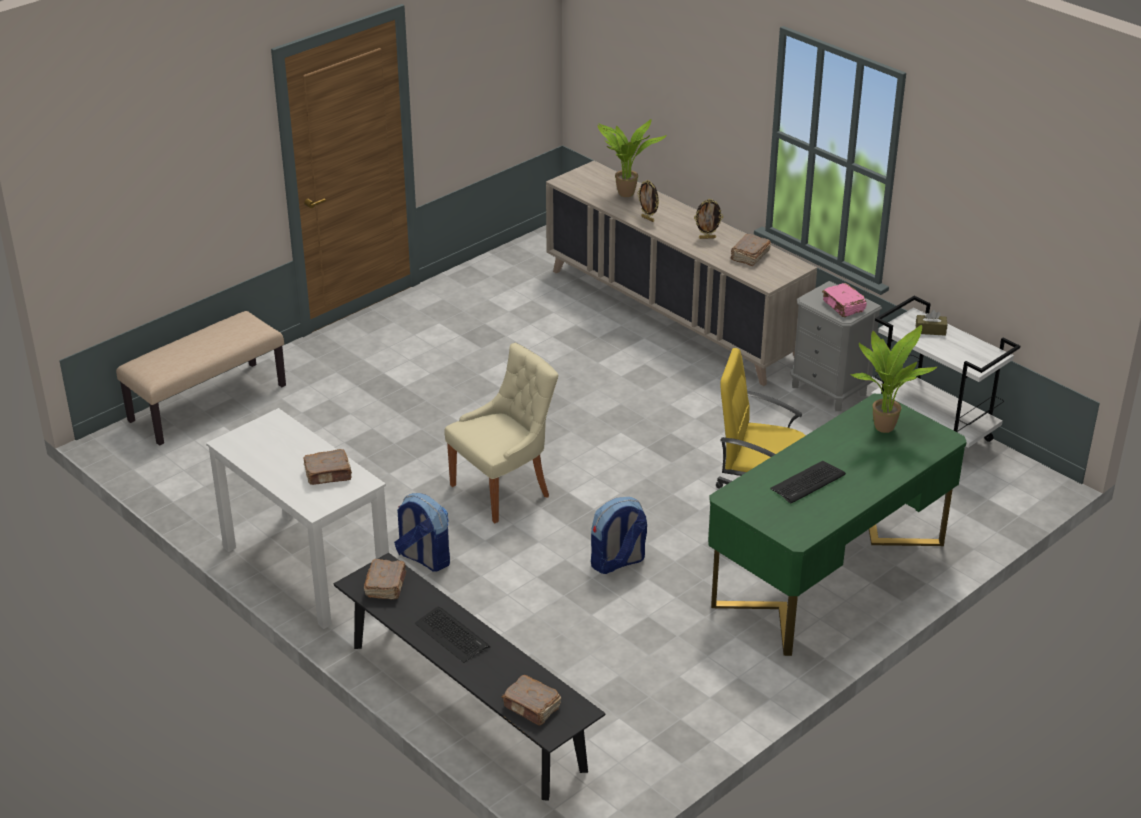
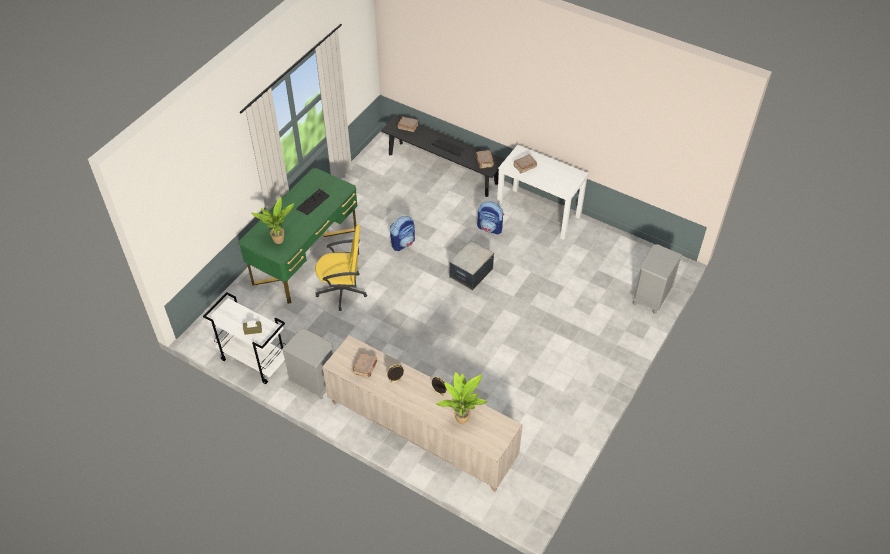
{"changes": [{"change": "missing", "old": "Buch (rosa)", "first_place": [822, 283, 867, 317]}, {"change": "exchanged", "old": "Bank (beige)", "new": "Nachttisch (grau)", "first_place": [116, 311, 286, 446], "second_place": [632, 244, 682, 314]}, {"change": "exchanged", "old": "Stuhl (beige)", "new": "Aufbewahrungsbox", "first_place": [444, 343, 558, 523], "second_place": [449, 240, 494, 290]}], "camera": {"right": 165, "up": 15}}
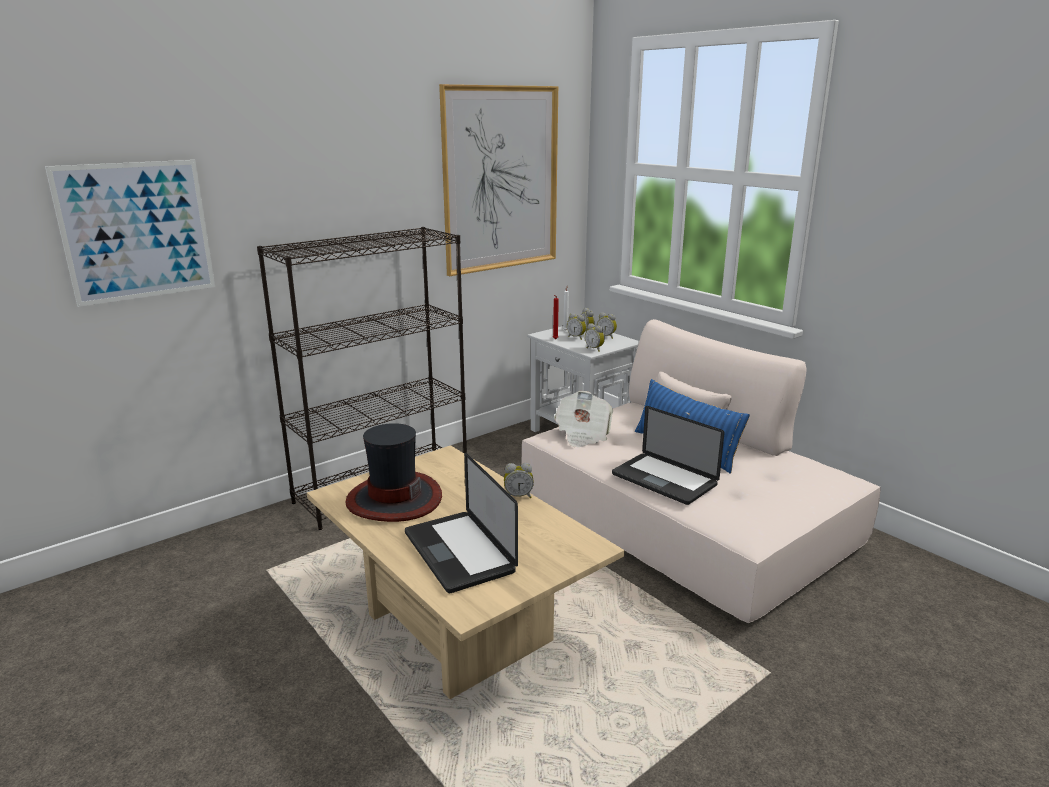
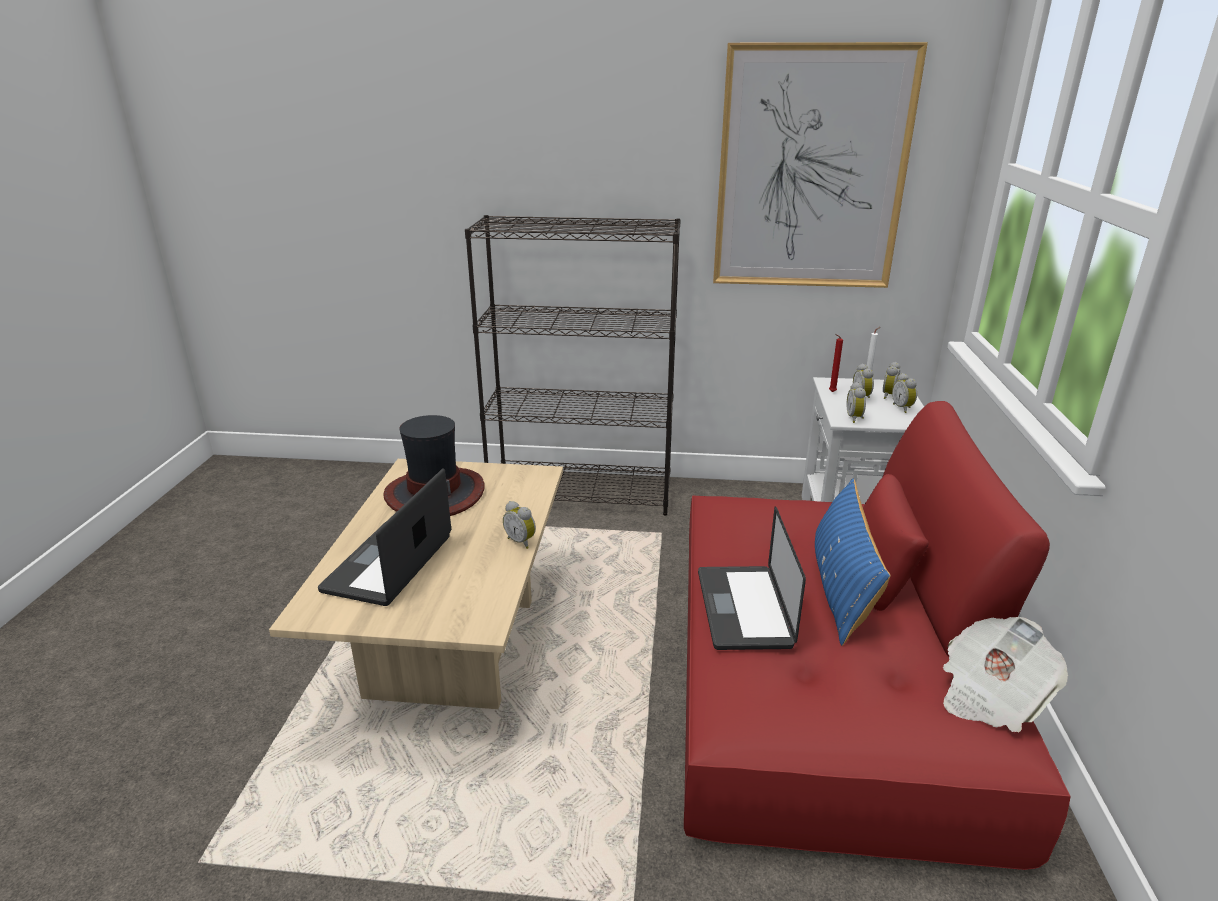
{"changes": [{"change": "missing", "old": "Bild", "first_place": [45, 160, 215, 307]}, {"change": "colour", "old": "Sofa (beige)", "new": "Sofa (rot)", "first_place": [521, 319, 881, 623], "second_place": [684, 401, 1070, 870]}, {"change": "relocated", "old": "Zeitung", "first_place": [554, 391, 613, 447], "second_place": [943, 617, 1068, 732]}], "camera": {"right": 45, "up": 5}}
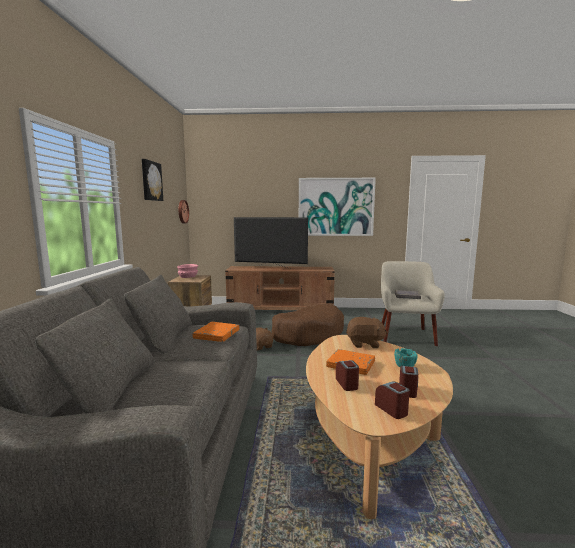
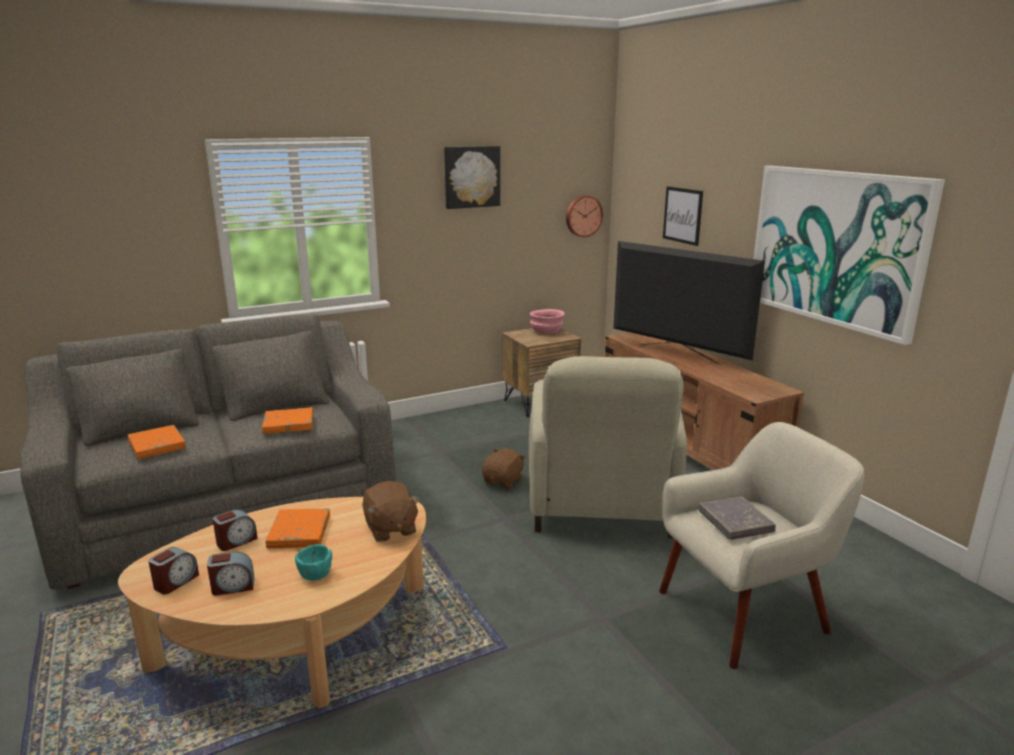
{"changes": [{"change": "spun", "old": "Fernseher", "first_place": [234, 217, 308, 269], "second_place": [613, 241, 765, 366], "degrees": 150}, {"change": "exchanged", "old": "Hundebett (braun)", "new": "Sessel (beige)", "first_place": [271, 304, 344, 346], "second_place": [529, 356, 687, 538]}, {"change": "appeared", "new": "Bild", "second_place": [663, 187, 703, 246]}, {"change": "appeared", "new": "Buch (orange)", "second_place": [128, 425, 186, 459]}], "camera": {"right": 60, "up": 10}}
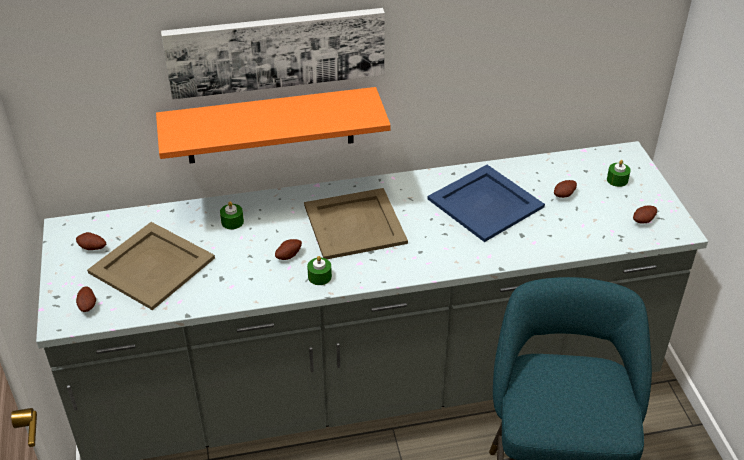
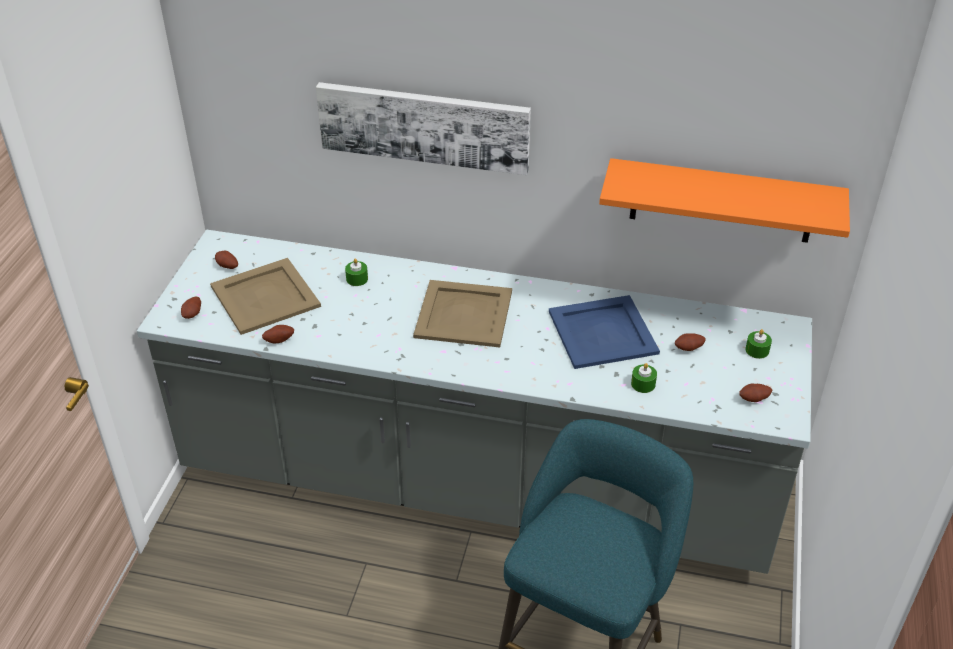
{"changes": [{"change": "relocated", "old": "Wandregal (orange)", "first_place": [156, 87, 391, 163], "second_place": [599, 158, 850, 243]}, {"change": "relocated", "old": "Kartoffel", "first_place": [275, 239, 302, 260], "second_place": [262, 325, 294, 343]}, {"change": "relocated", "old": "Kerze (grün)", "first_place": [307, 256, 332, 285], "second_place": [631, 363, 657, 393]}], "camera": {"right": 25, "up": 0}}
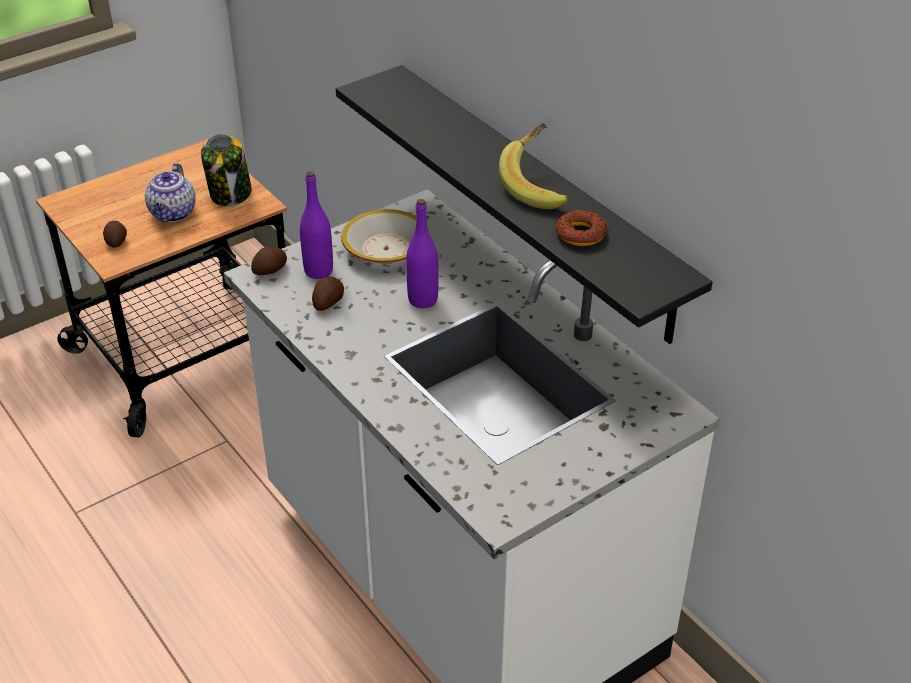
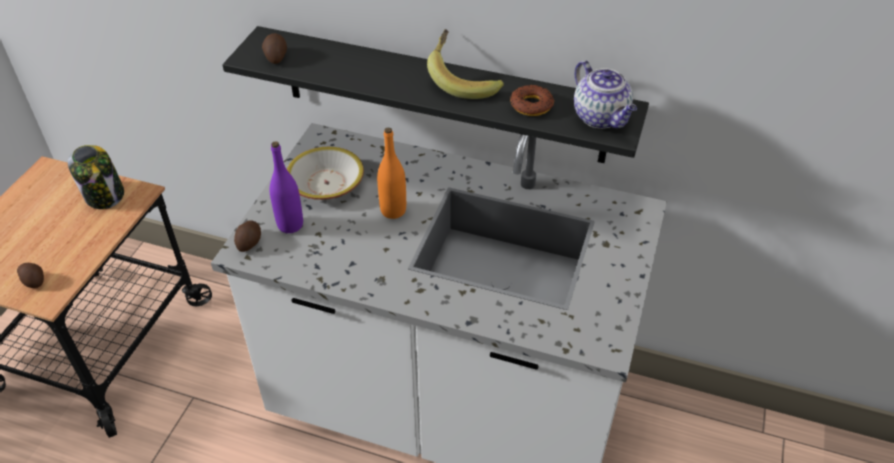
{"changes": [{"change": "relocated", "old": "Teekanne", "first_place": [145, 163, 196, 222], "second_place": [574, 60, 637, 129]}, {"change": "colour", "old": "Flasche (lila)", "new": "Flasche (orange)", "first_place": [406, 199, 438, 308], "second_place": [377, 127, 406, 219]}, {"change": "relocated", "old": "Kartoffel", "first_place": [312, 277, 344, 311], "second_place": [262, 33, 287, 64]}], "camera": {"right": -35, "up": 5}}
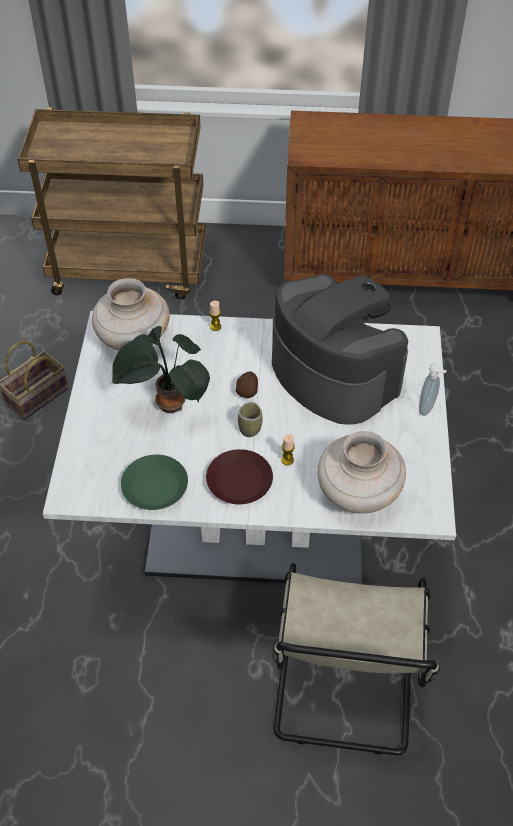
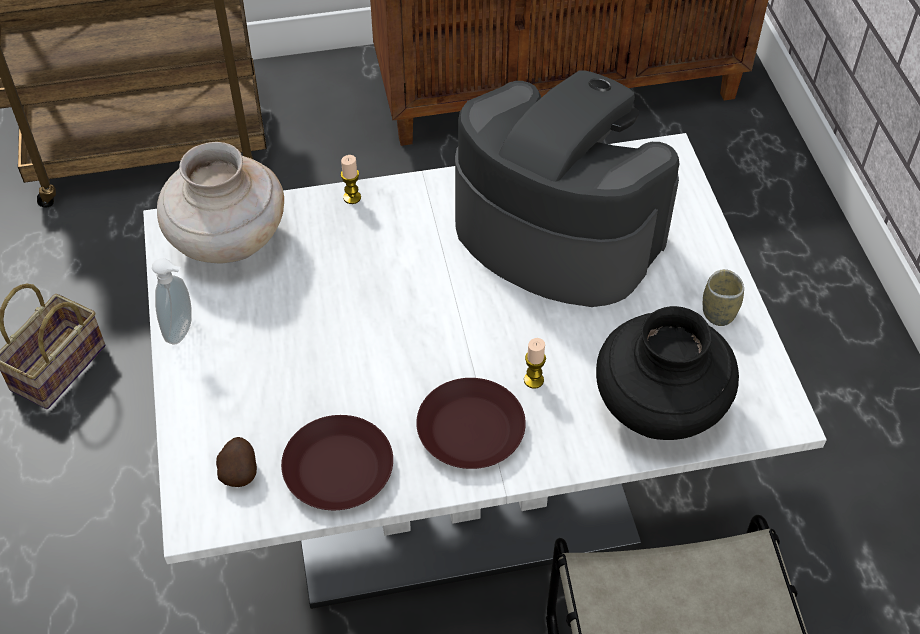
{"changes": [{"change": "missing", "old": "Topfpflanze", "first_place": [112, 326, 210, 413]}, {"change": "relocated", "old": "Seifenspender", "first_place": [419, 363, 447, 416], "second_place": [152, 258, 192, 345]}, {"change": "relocated", "old": "Kartoffel", "first_place": [236, 372, 258, 398], "second_place": [216, 437, 257, 487]}, {"change": "relocated", "old": "Tasse", "first_place": [238, 402, 263, 437], "second_place": [703, 269, 744, 326]}, {"change": "colour", "old": "Vase (beige)", "new": "Vase (schwarz)", "first_place": [317, 431, 406, 514], "second_place": [596, 306, 739, 440]}, {"change": "colour", "old": "Teller (grün)", "new": "Teller (braun)", "first_place": [121, 455, 188, 510], "second_place": [281, 415, 393, 510]}], "camera": {"right": -15, "up": 0}}
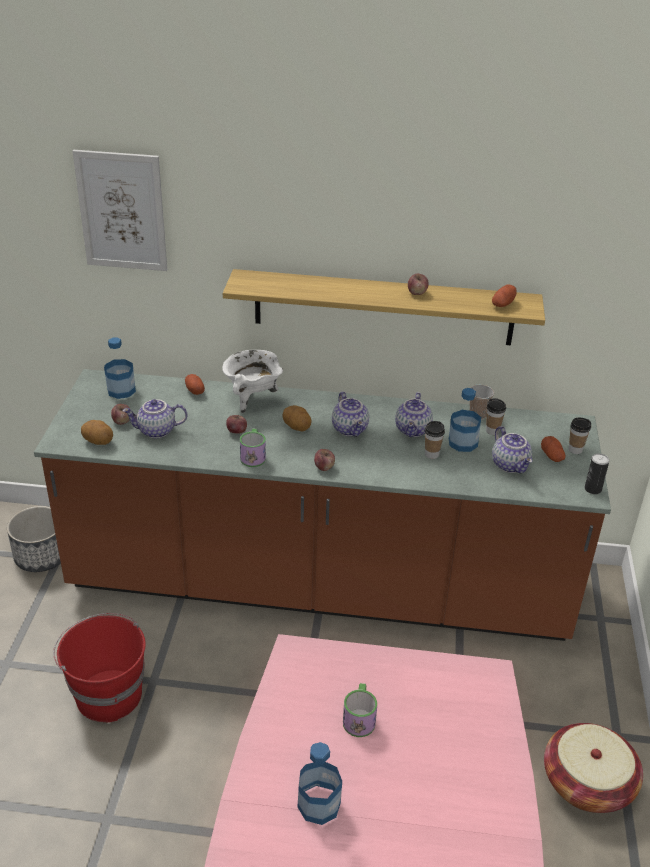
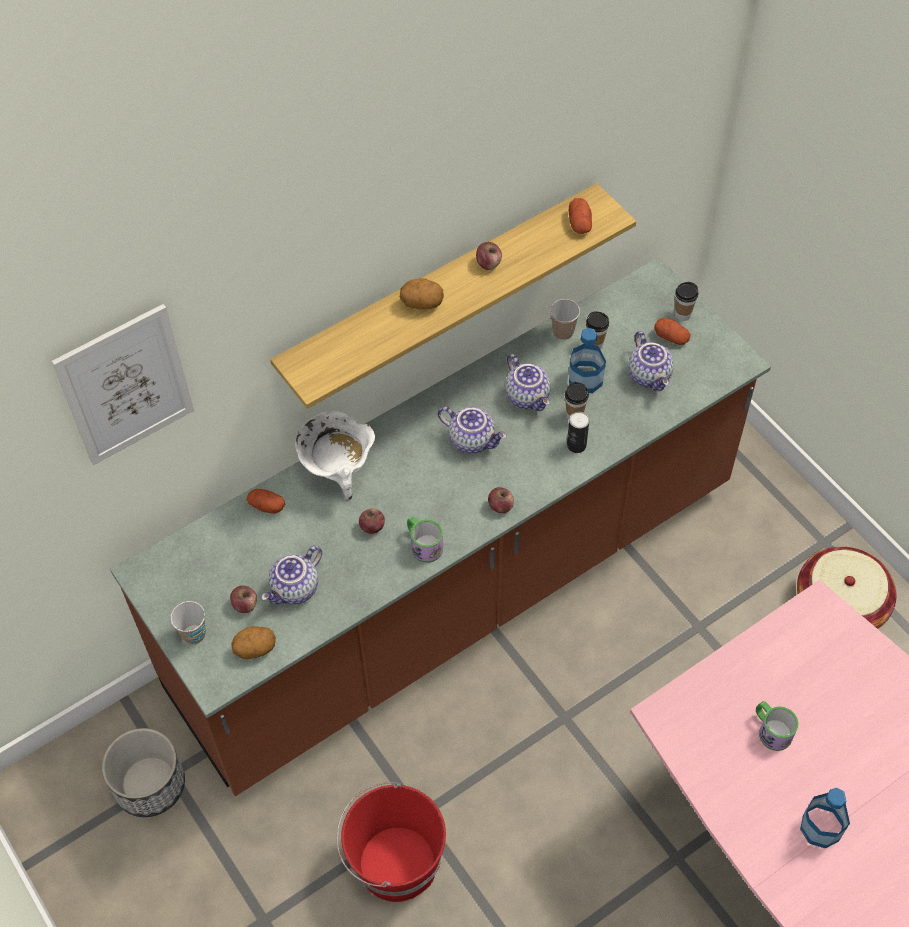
{"changes": [{"change": "missing", "old": "Flasche", "first_place": [104, 337, 136, 399]}, {"change": "relocated", "old": "Kartoffel", "first_place": [282, 405, 311, 431], "second_place": [399, 278, 444, 310]}, {"change": "spun", "old": "Teekanne", "first_place": [492, 426, 533, 473], "second_place": [628, 331, 674, 391], "degrees": 45}, {"change": "relocated", "old": "Dose", "first_place": [585, 453, 609, 494], "second_place": [567, 412, 589, 453]}, {"change": "appeared", "new": "Tasse", "second_place": [171, 601, 206, 644]}], "camera": {"right": -40, "up": 20}}
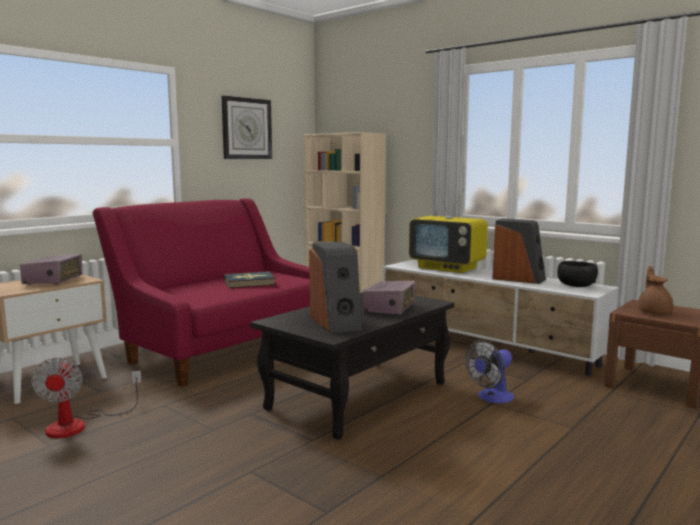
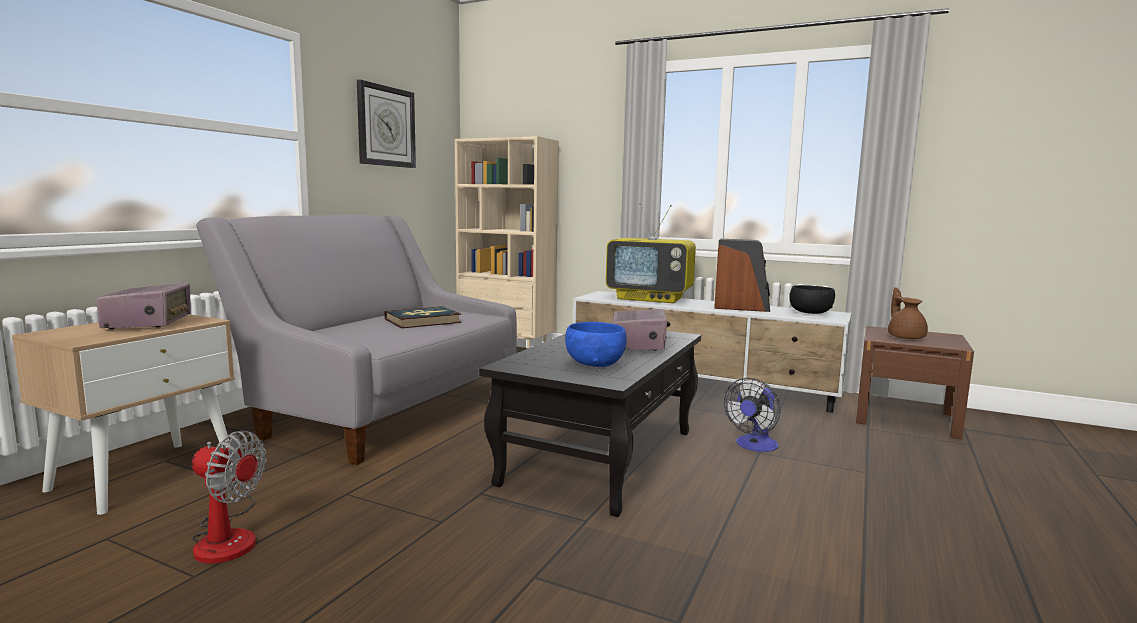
{"changes": [{"change": "colour", "old": "Sofa (rot)", "new": "Sofa (grau)", "first_place": [93, 198, 310, 387], "second_place": [196, 215, 517, 465]}, {"change": "exchanged", "old": "Lautsprecher", "new": "Schüssel (blau)", "first_place": [309, 242, 362, 333], "second_place": [565, 322, 627, 367]}, {"change": "spun", "old": "Ventilator", "first_place": [31, 357, 142, 438], "second_place": [192, 431, 266, 564], "degrees": -45}], "camera": {"right": -15, "up": 0}}
